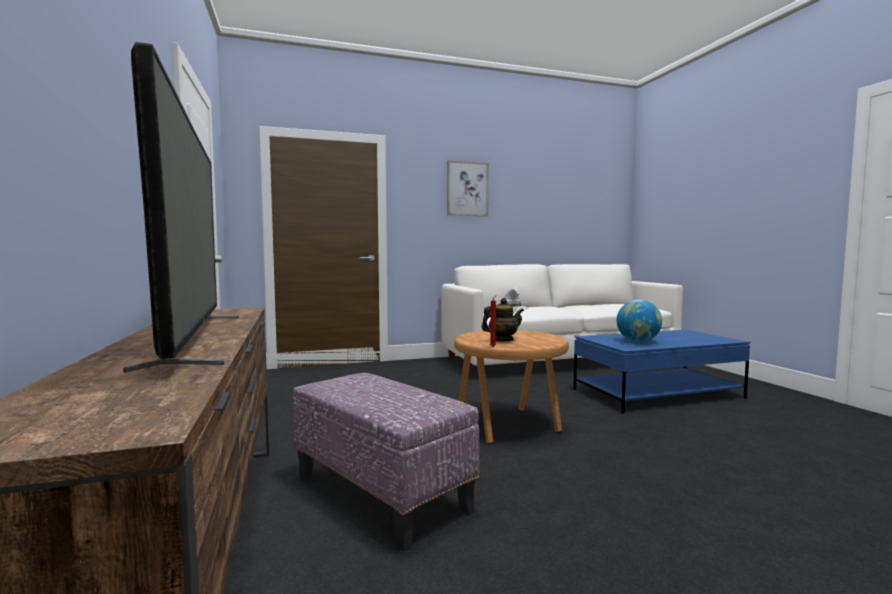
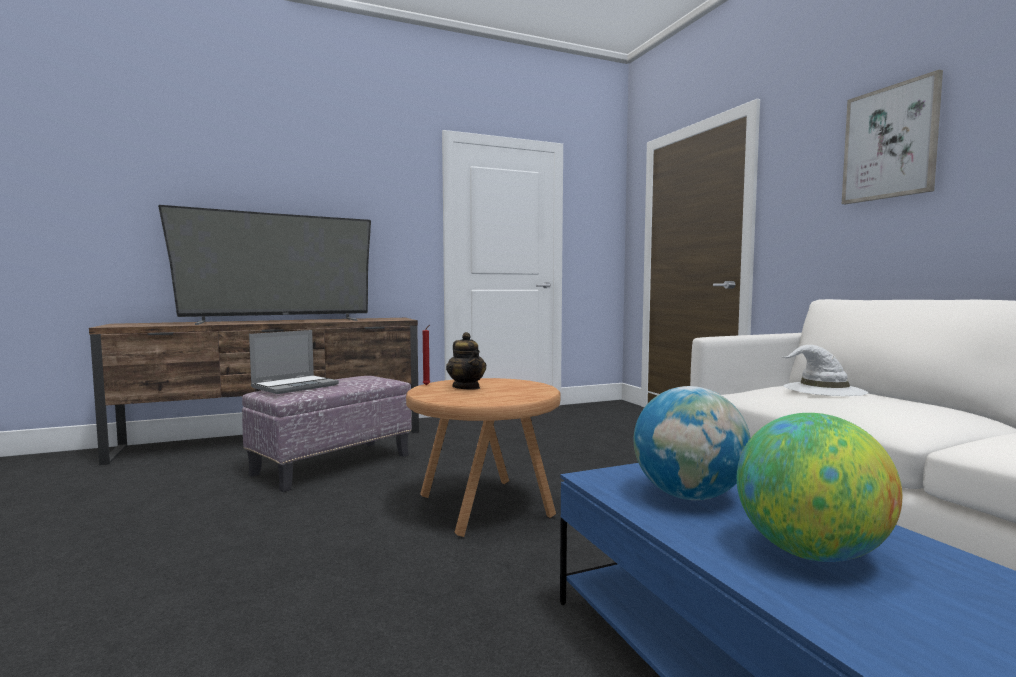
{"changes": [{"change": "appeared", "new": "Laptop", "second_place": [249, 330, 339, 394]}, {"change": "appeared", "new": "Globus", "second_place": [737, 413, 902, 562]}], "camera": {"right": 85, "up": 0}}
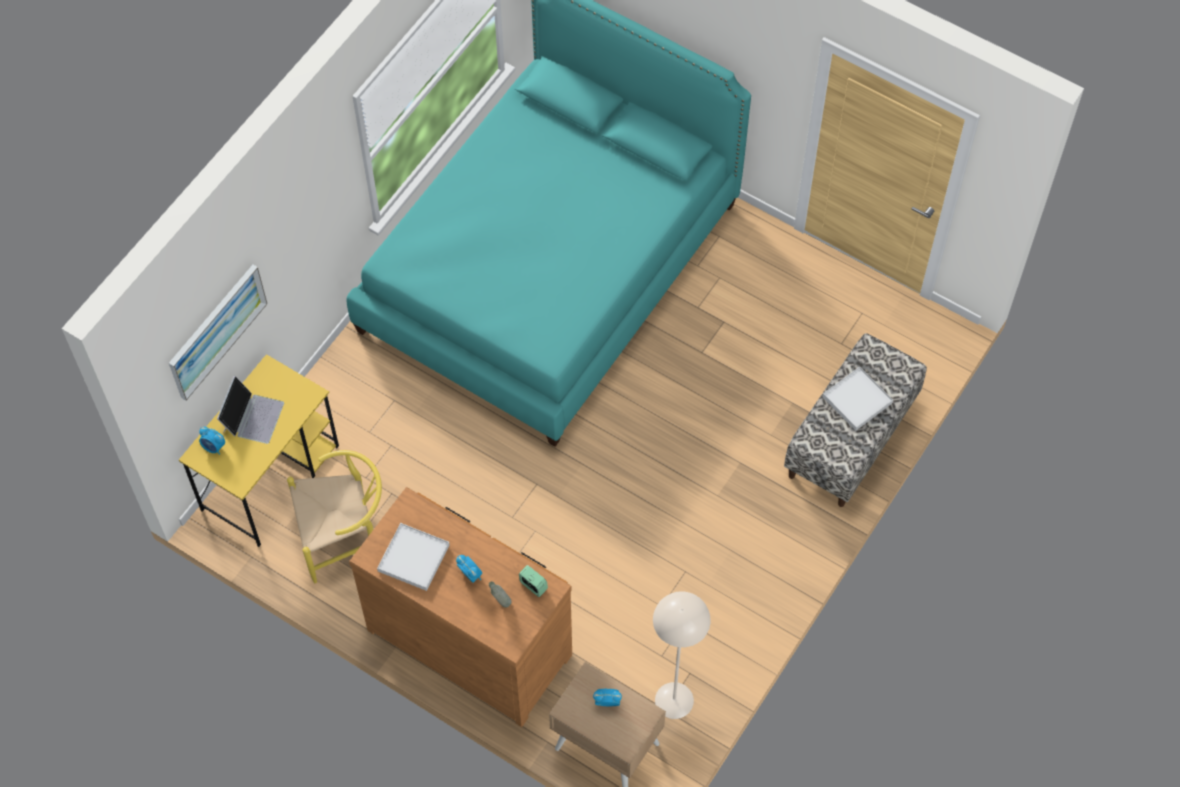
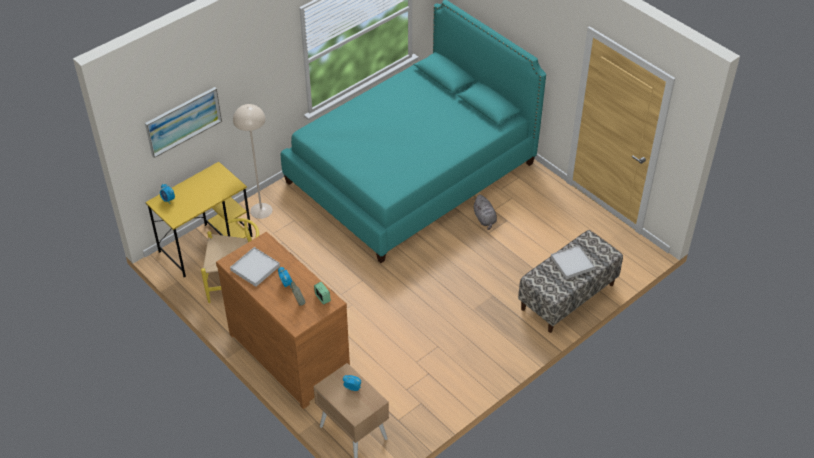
{"changes": [{"change": "missing", "old": "Laptop", "first_place": [217, 376, 284, 444]}, {"change": "relocated", "old": "Stehlampe (beige)", "first_place": [653, 591, 710, 719], "second_place": [233, 104, 272, 219]}, {"change": "appeared", "new": "Plüschtier (grau)", "second_place": [474, 194, 497, 230]}], "camera": {"right": 15, "up": -15}}
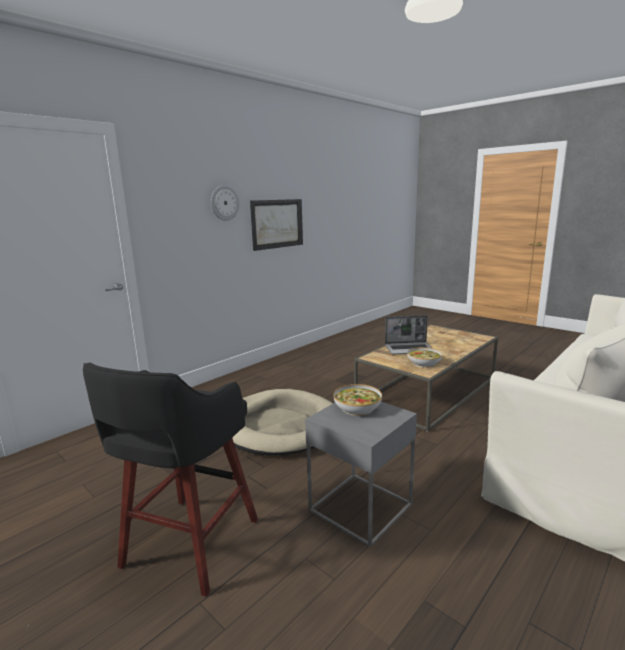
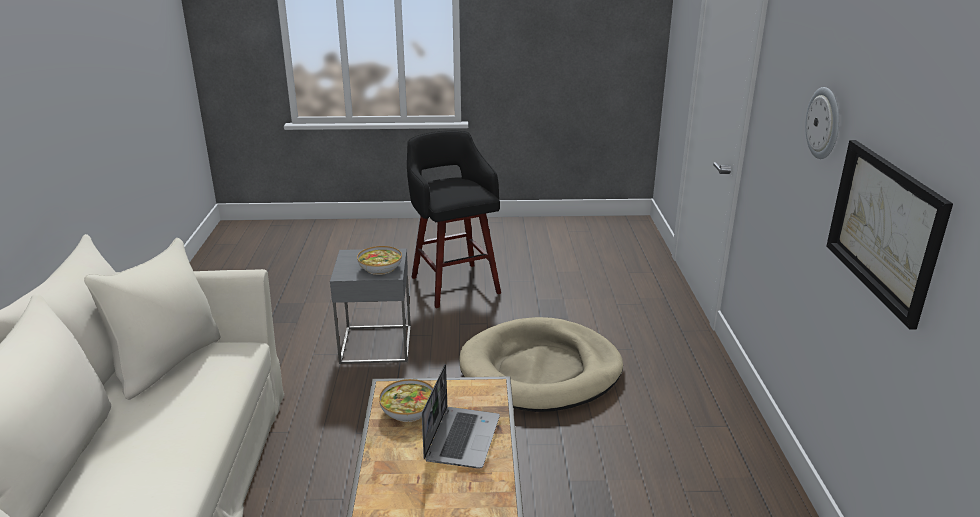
{"changes": [{"change": "spun", "old": "Laptop", "first_place": [385, 315, 432, 354], "second_place": [422, 364, 500, 469], "degrees": 150}], "camera": {"right": 135, "up": 10}}
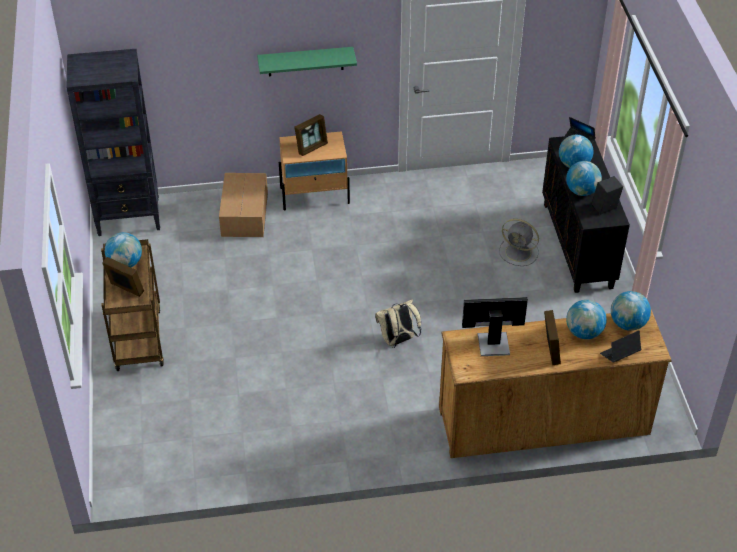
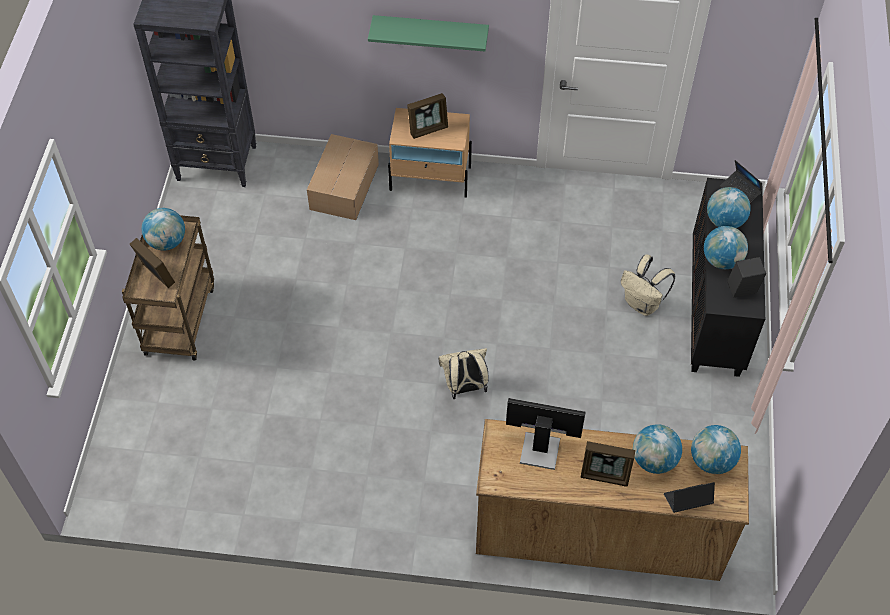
{"changes": [{"change": "exchanged", "old": "Ventilator (grau)", "new": "Rucksack (beige)", "first_place": [499, 219, 539, 266], "second_place": [621, 255, 675, 316]}, {"change": "spun", "old": "Bilderrahmen", "first_place": [544, 310, 561, 365], "second_place": [581, 441, 635, 487], "degrees": 90}], "camera": {"right": 15, "up": 10}}
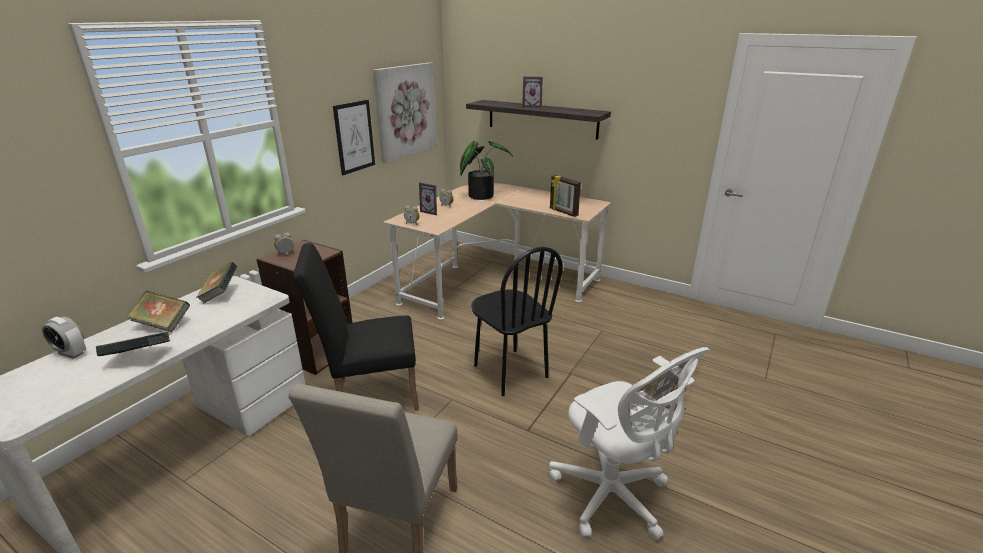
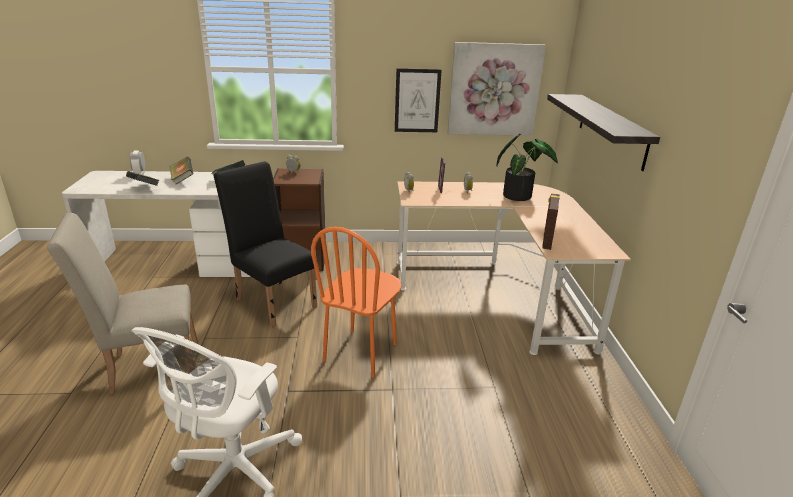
{"changes": [{"change": "missing", "old": "Bilderrahmen", "first_place": [522, 76, 543, 108]}, {"change": "colour", "old": "Stuhl (schwarz)", "new": "Stuhl (orange)", "first_place": [471, 247, 563, 396], "second_place": [311, 227, 401, 378]}], "camera": {"right": 55, "up": 0}}
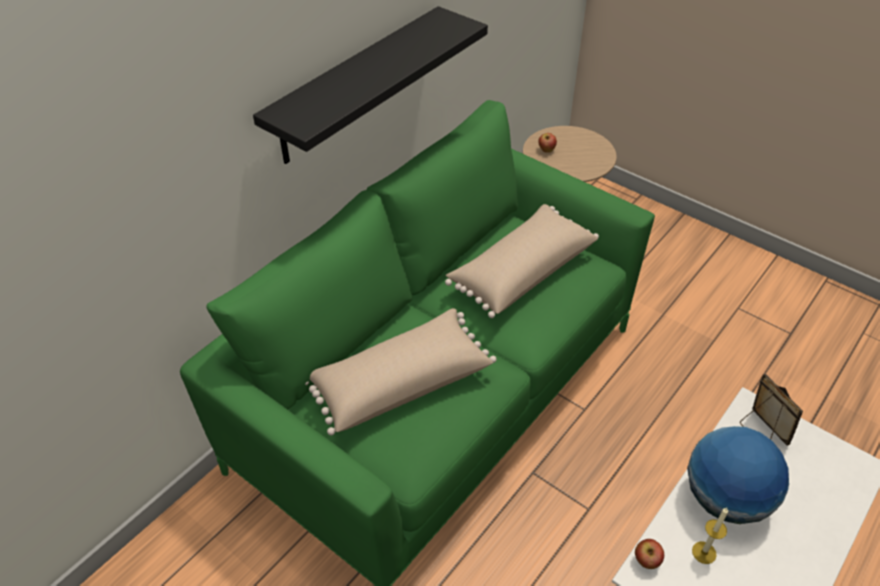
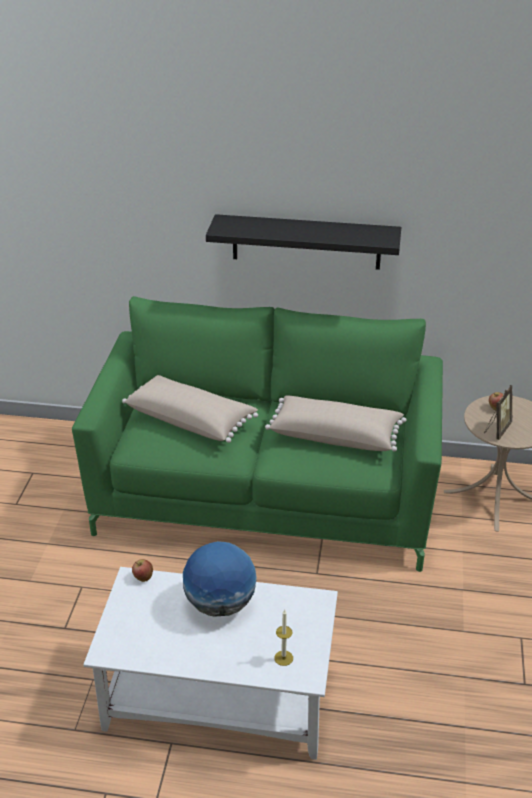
{"changes": [{"change": "relocated", "old": "Bilderrahmen", "first_place": [740, 374, 803, 446], "second_place": [484, 385, 512, 440]}, {"change": "relocated", "old": "Kerze", "first_place": [692, 508, 728, 564], "second_place": [274, 609, 293, 666]}], "camera": {"right": 60, "up": -10}}
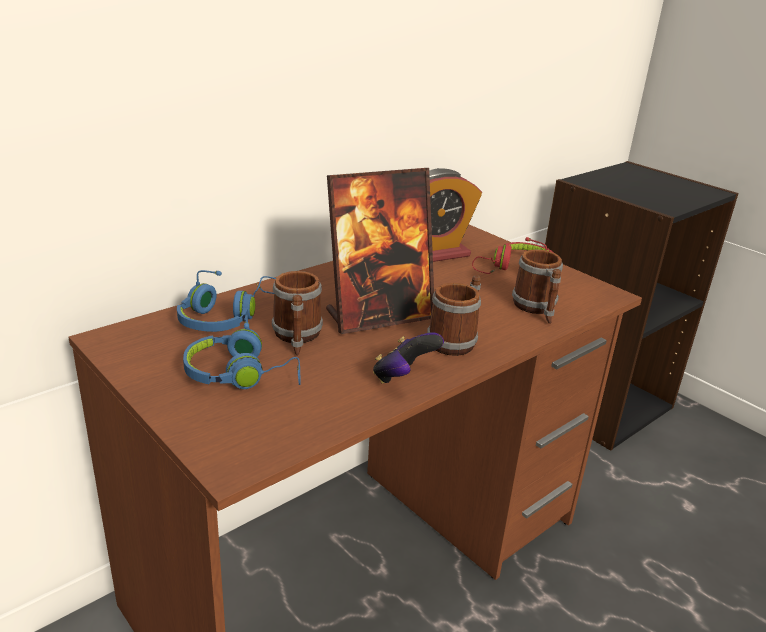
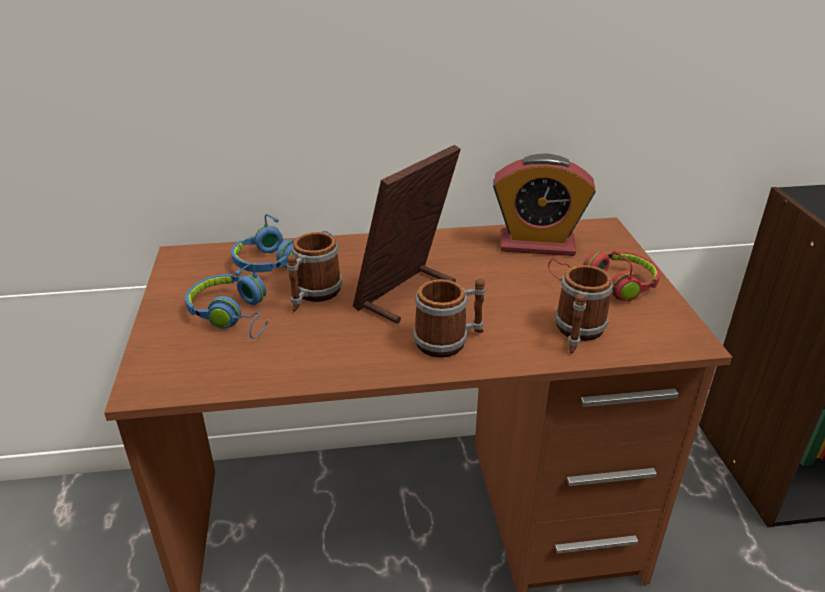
{"changes": [{"change": "spun", "old": "Bilderrahmen", "first_place": [326, 168, 434, 334], "second_place": [353, 145, 461, 324], "degrees": 120}, {"change": "missing", "old": "Gamepad", "first_place": [373, 332, 444, 384]}], "camera": {"right": 35, "up": 5}}
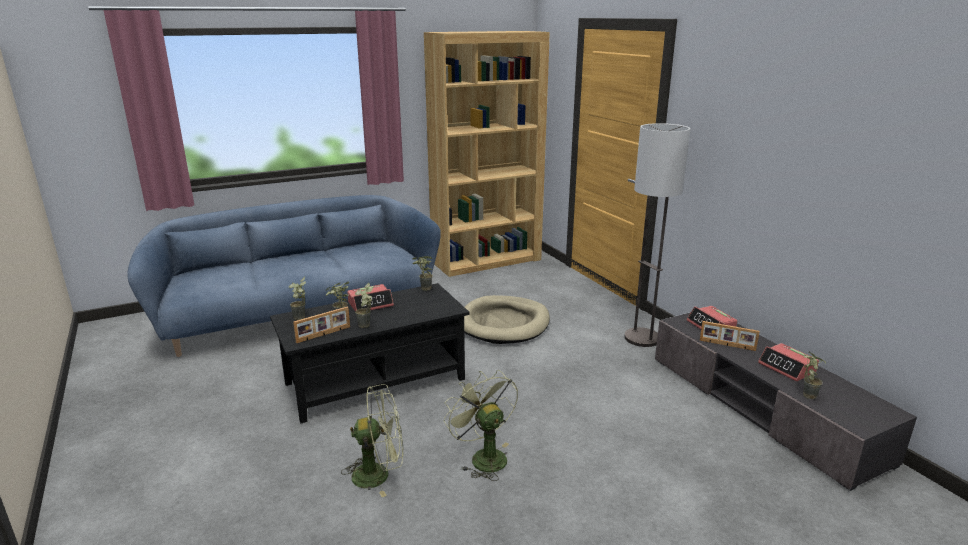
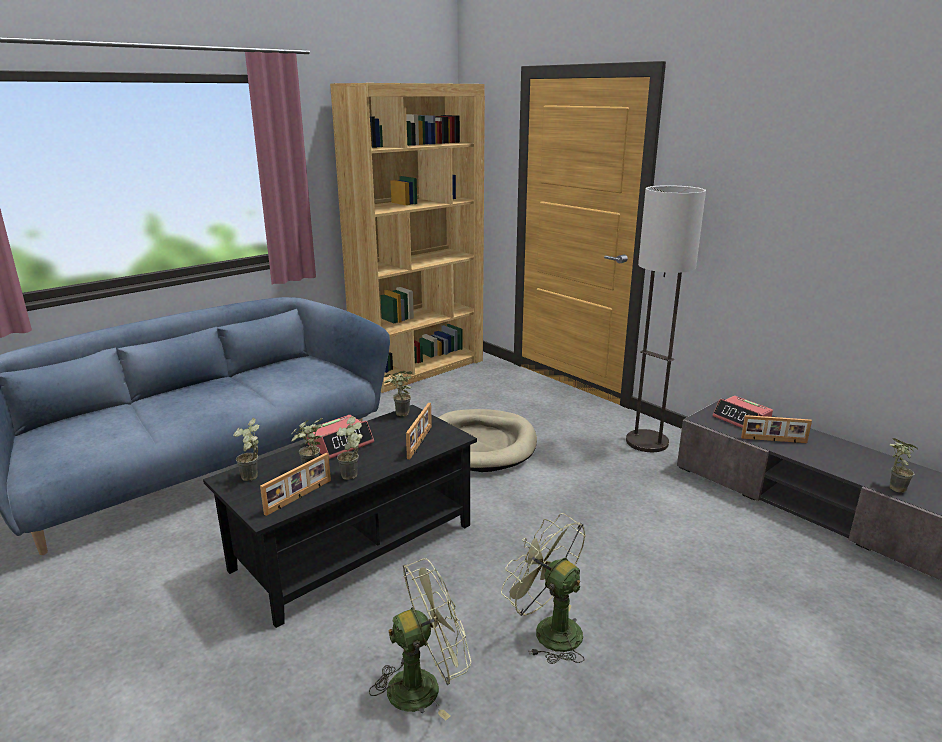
{"changes": [{"change": "missing", "old": "Wecker", "first_place": [758, 343, 819, 381]}, {"change": "appeared", "new": "Bilderrahmen", "second_place": [406, 403, 432, 459]}], "camera": {"right": -15, "up": 0}}
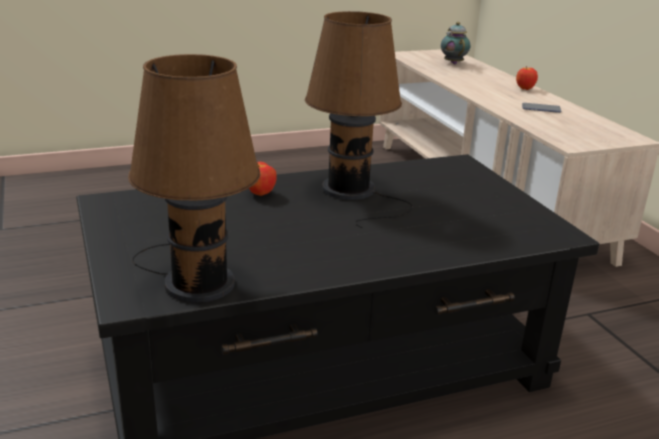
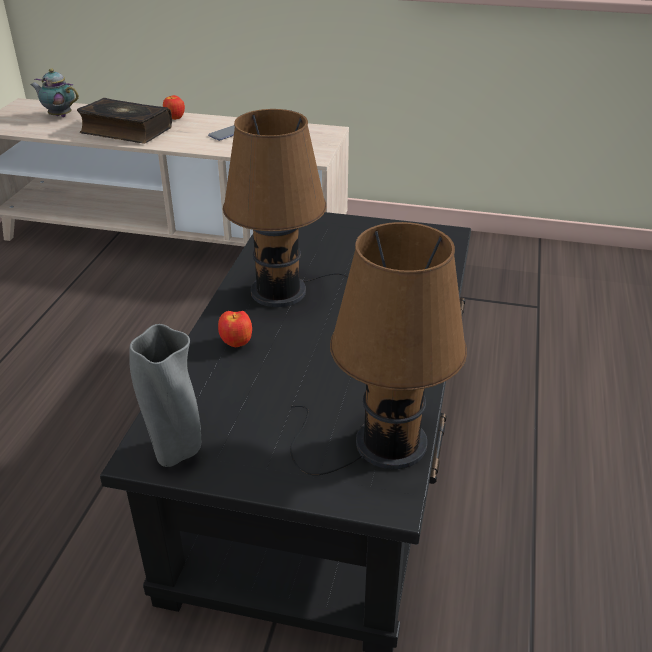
{"changes": [{"change": "appeared", "new": "Buch", "second_place": [77, 98, 172, 144]}, {"change": "appeared", "new": "Vase (grau)", "second_place": [129, 324, 201, 467]}], "camera": {"right": -55, "up": 10}}
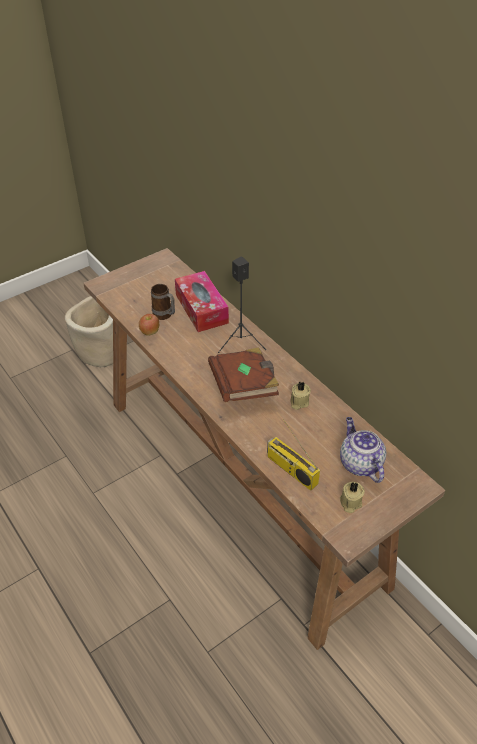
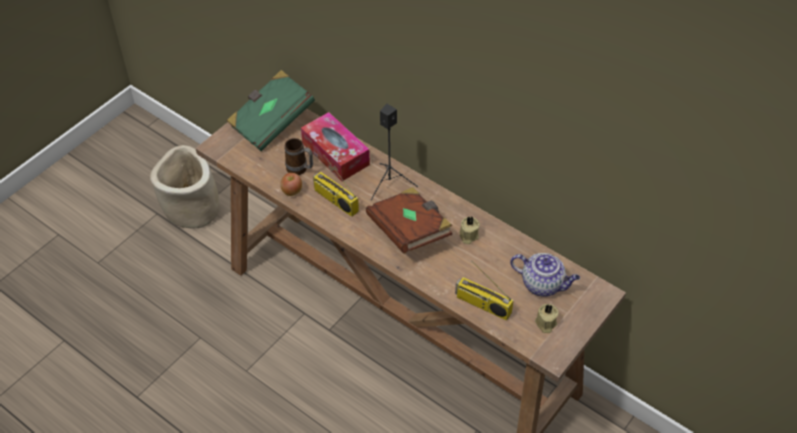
{"changes": [{"change": "spun", "old": "Teekanne", "first_place": [340, 417, 386, 483], "second_place": [510, 253, 580, 297], "degrees": 150}, {"change": "appeared", "new": "Buch (grün)", "second_place": [227, 70, 315, 151]}, {"change": "appeared", "new": "Radio", "second_place": [313, 155, 359, 217]}], "camera": {"right": -15, "up": 5}}
